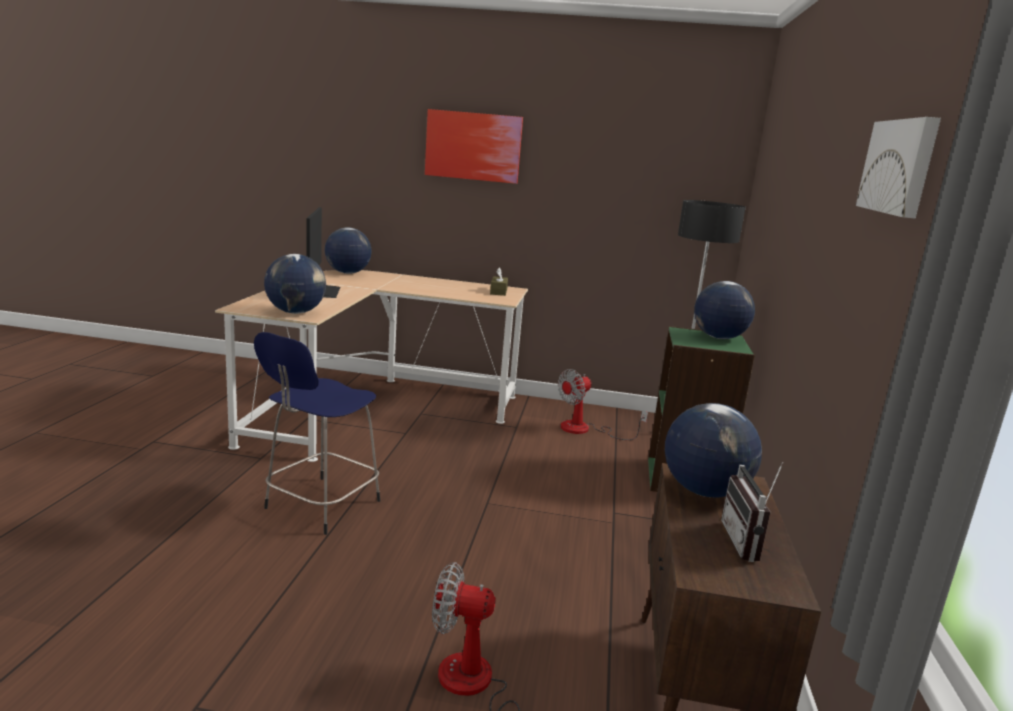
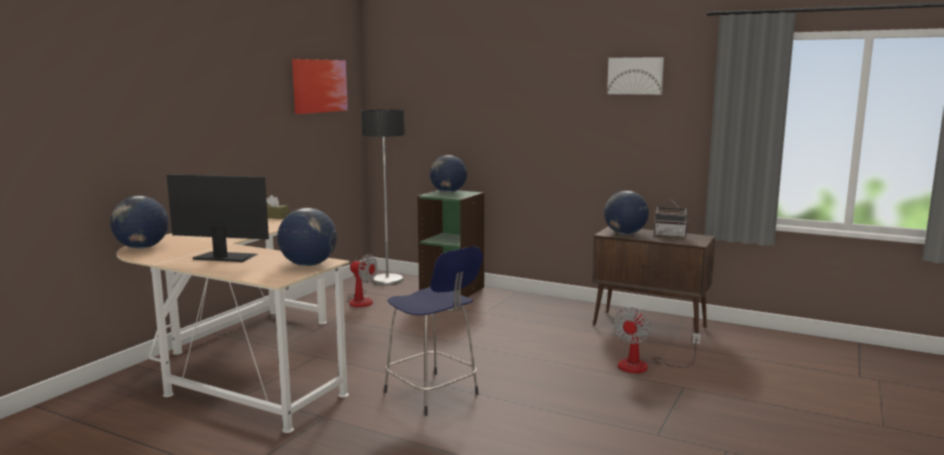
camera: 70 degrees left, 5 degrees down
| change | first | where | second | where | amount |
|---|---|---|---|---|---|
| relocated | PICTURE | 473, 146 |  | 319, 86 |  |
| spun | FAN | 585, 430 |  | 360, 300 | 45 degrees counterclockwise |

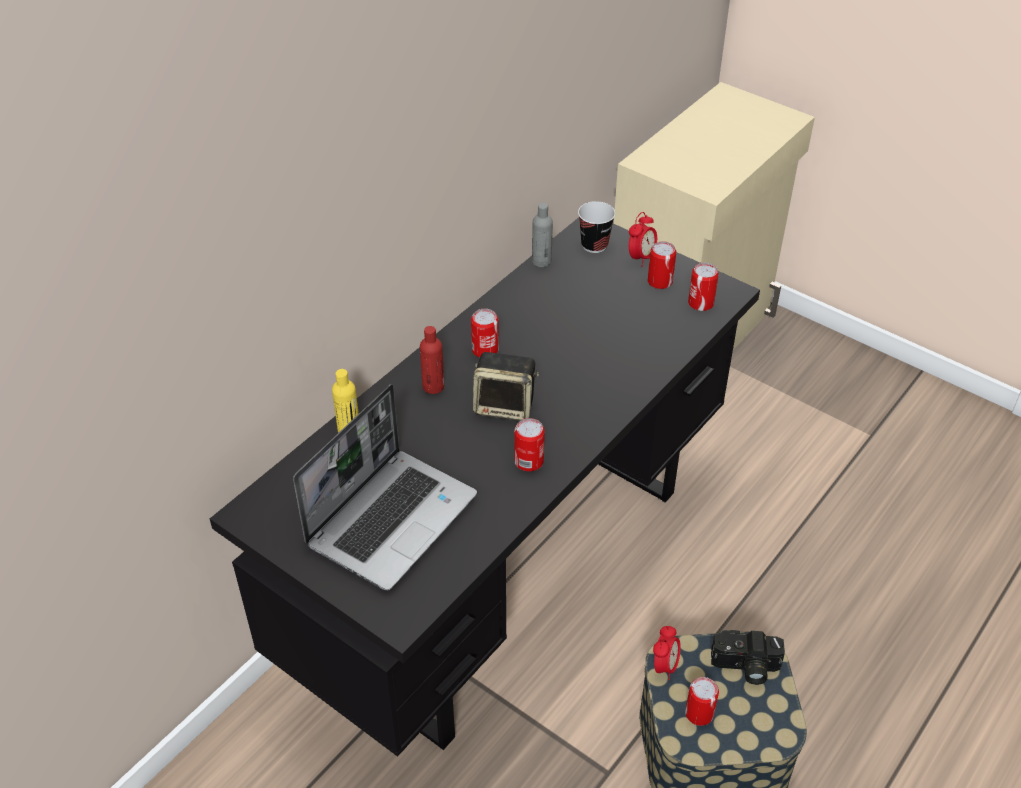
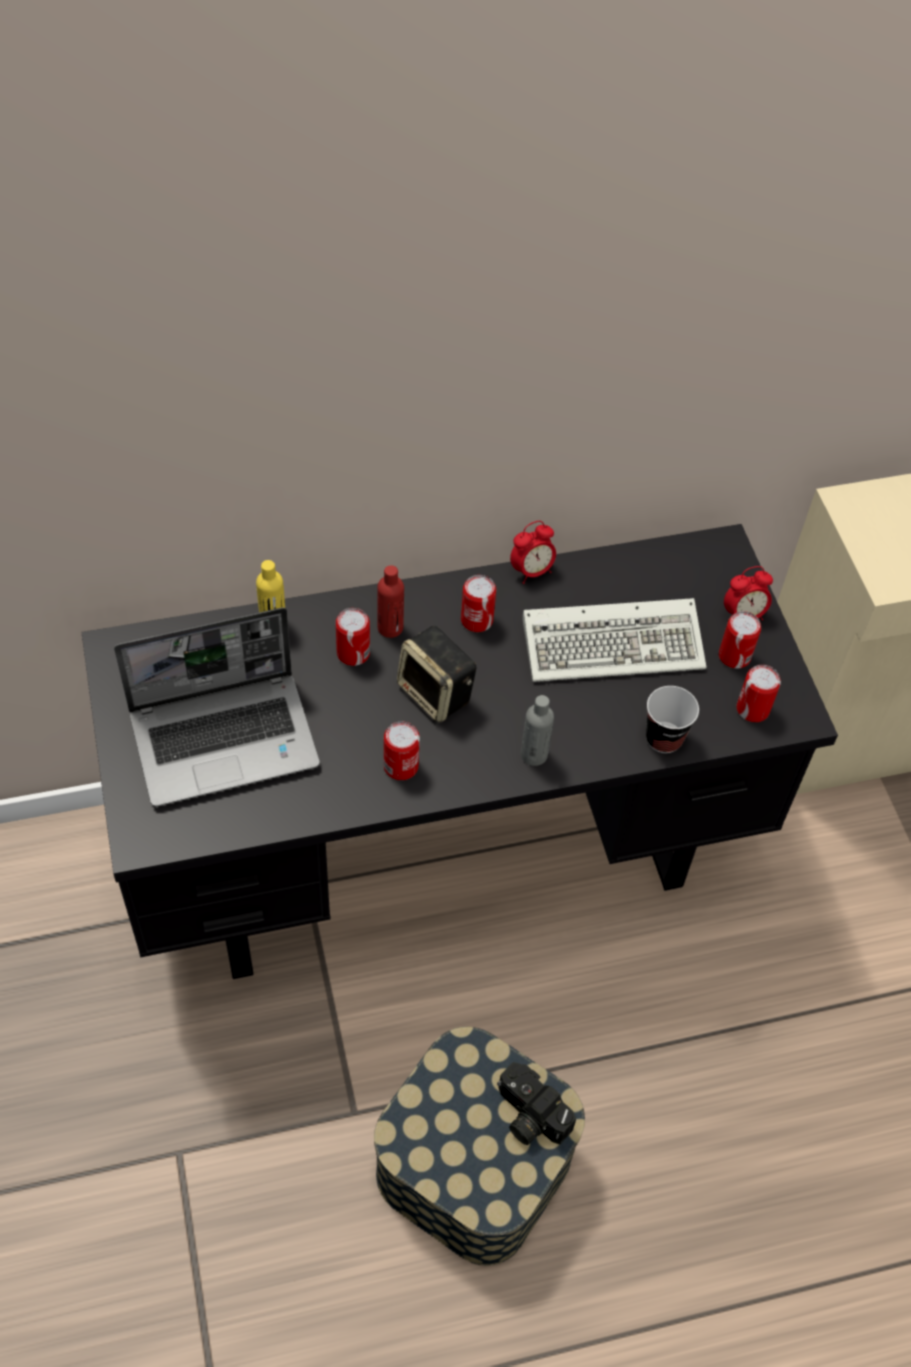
camera: 35 degrees right, 10 degrees up
| change | first | where | second | where | amount |
|---|---|---|---|---|---|
| relocated | GREY BOTTLE | 541, 261 |  | 533, 754 |  |
| relocated | CUP | 594, 245 |  | 664, 738 |  |
| relocated | ALARM CLOCK | 664, 666 |  | 531, 571 |  |
| relocated | CAN | 699, 713 |  | 353, 653 |  |
| appeared |  |  | KEYBOARD | 616, 643 |  |

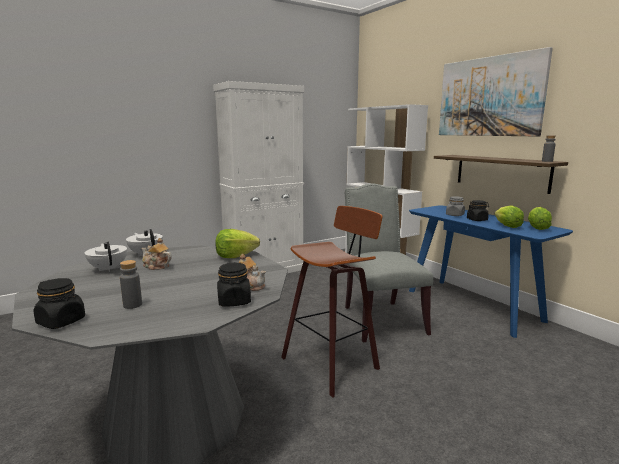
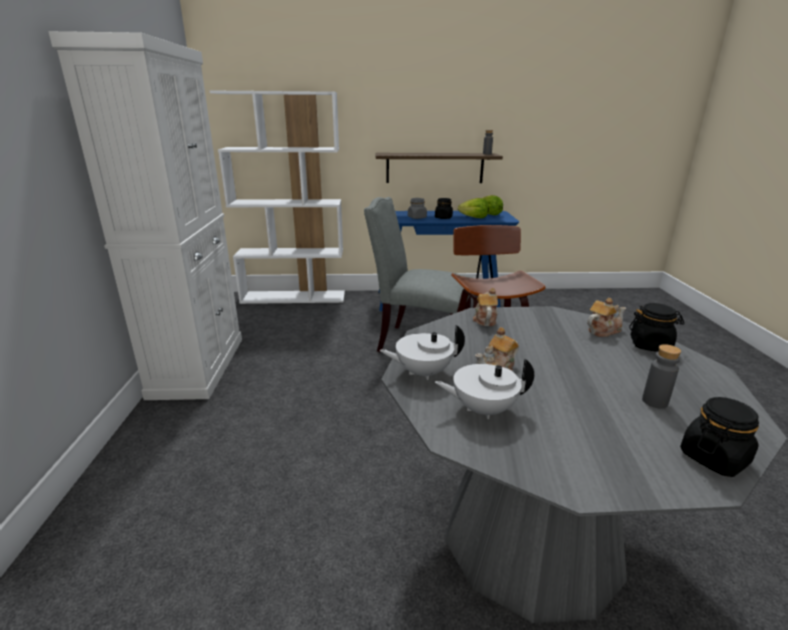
camera: 60 degrees left, 10 degrees up
| change | first | where | second | where | amount |
|---|---|---|---|---|---|
| exchanged | LETTUCE | 235, 256 | TEAPOT | 484, 320 |  |
| missing | PICTURE | 489, 97 |  |  |  |

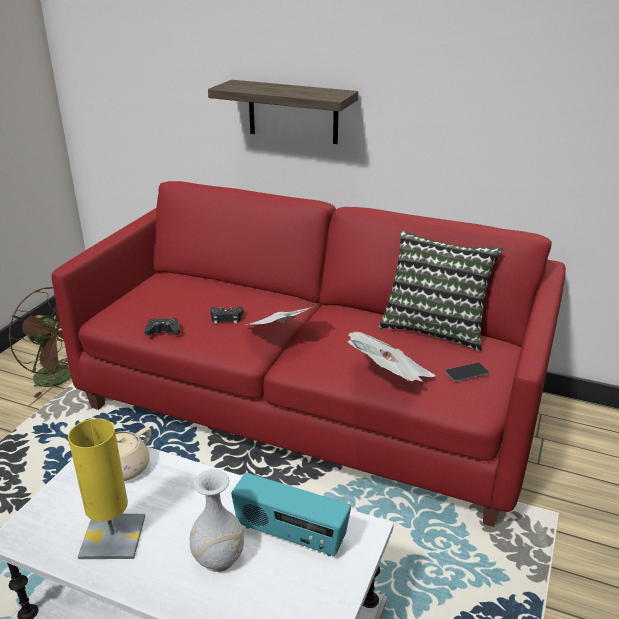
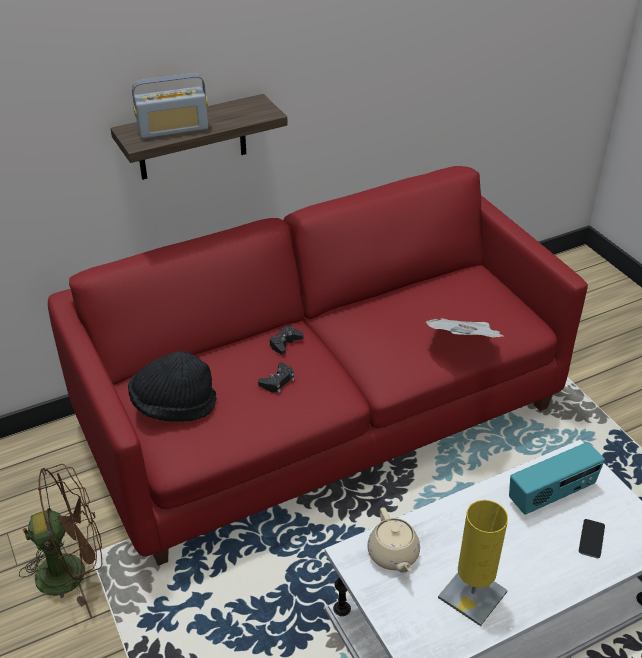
camera: 50 degrees left, 10 degrees up
| change | first | where | second | where | amount |
|---|---|---|---|---|---|
| relocated | BLACK GAME CONTROLLER | 163, 331 |  | 285, 343 |  |
| missing | WHITE VASE | 219, 559 |  |  |  |
| missing | NEWSPAPER | 281, 333 |  |  |  |
| missing | PILLOW | 435, 327 |  |  |  |
| relocated | PHONE | 466, 372 |  | 591, 539 |  |
| appeared |  |  | BLACK HAT | 173, 405 |  |
| appeared |  |  | RADIO | 173, 129 |  |

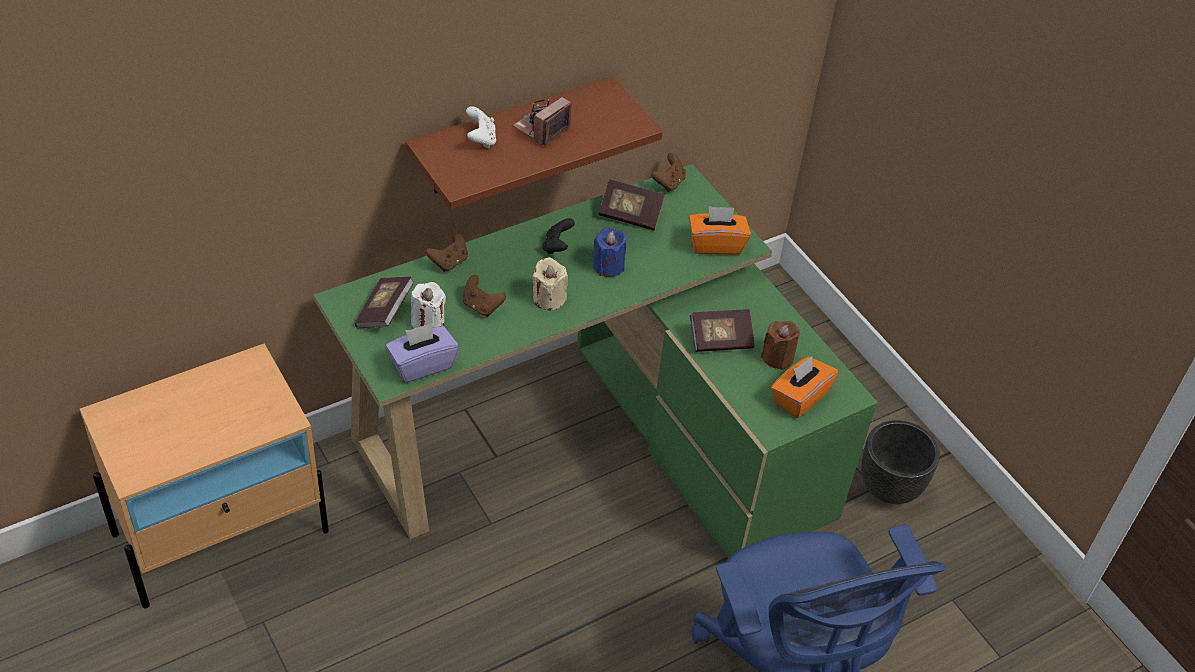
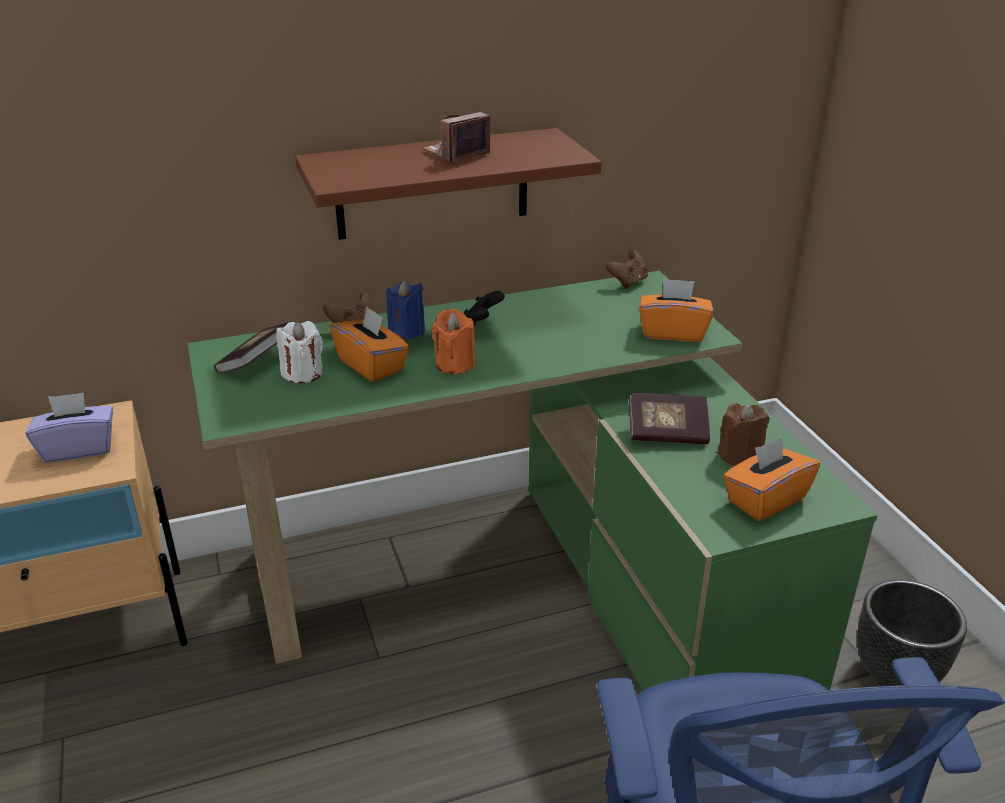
camera: 15 degrees right, 15 degrees down
| change | first | where | second | where | amount |
|---|---|---|---|---|---|
| relocated | PURPLE TISSUE BOX | 422, 365 |  | 79, 448 |  |
| exchanged | BROWN GAME CONTROLLER | 481, 306 | ORANGE TISSUE BOX | 372, 365 |  |
| missing | WHITE GAME CONTROLLER | 481, 139 |  |  |  |
| colour | BEIGE CANDLE | 549, 298 | ORANGE CANDLE | 455, 364 |  |
| relocated | BLUE CANDLE | 608, 266 |  | 406, 331 |  |
| missing | BOOK | 630, 215 |  |  |  |

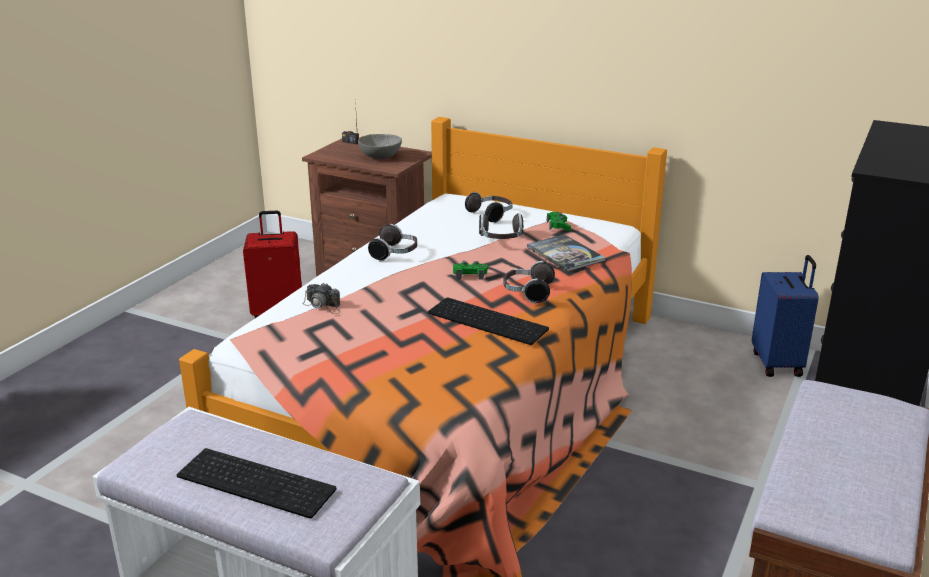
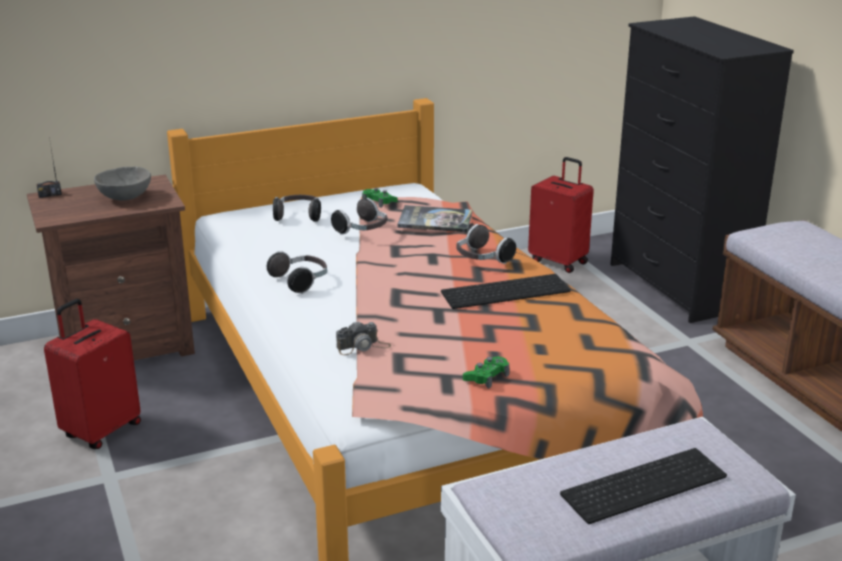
camera: 50 degrees left, 0 degrees up
| change | first | where | second | where | amount |
|---|---|---|---|---|---|
| relocated | GREEN GAME CONTROLLER | 470, 274 |  | 486, 377 |  |
| colour | BLUE SUITCASE | 778, 363 | RED SUITCASE | 559, 261 |  |

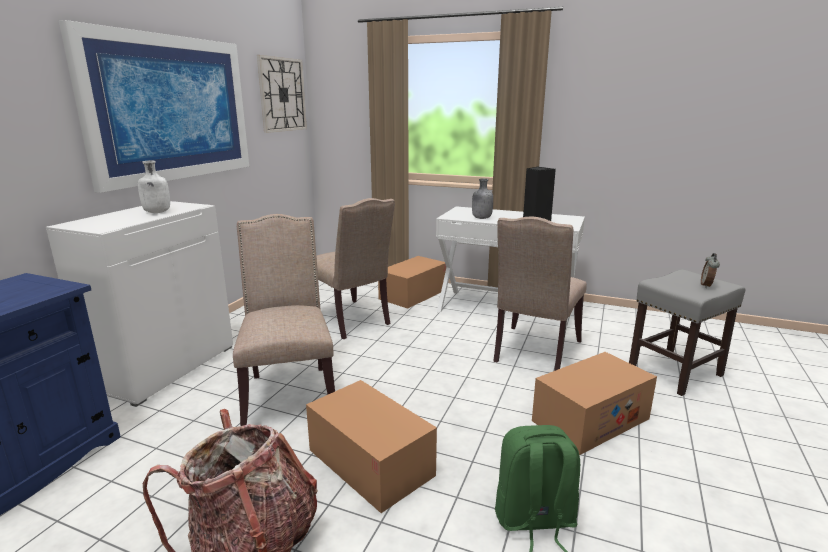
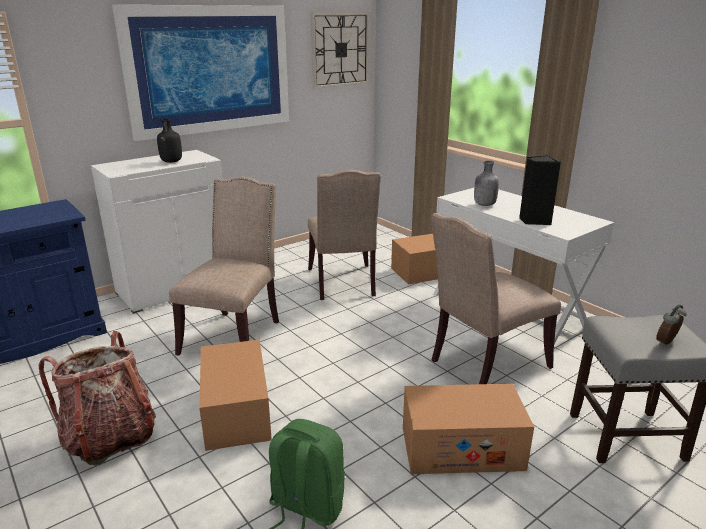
camera: 30 degrees right, 5 degrees up
| change | first | where | second | where | amount |
|---|---|---|---|---|---|
| colour | WHITE BOTTLE | 157, 212 | BLACK BOTTLE | 171, 162 |  |

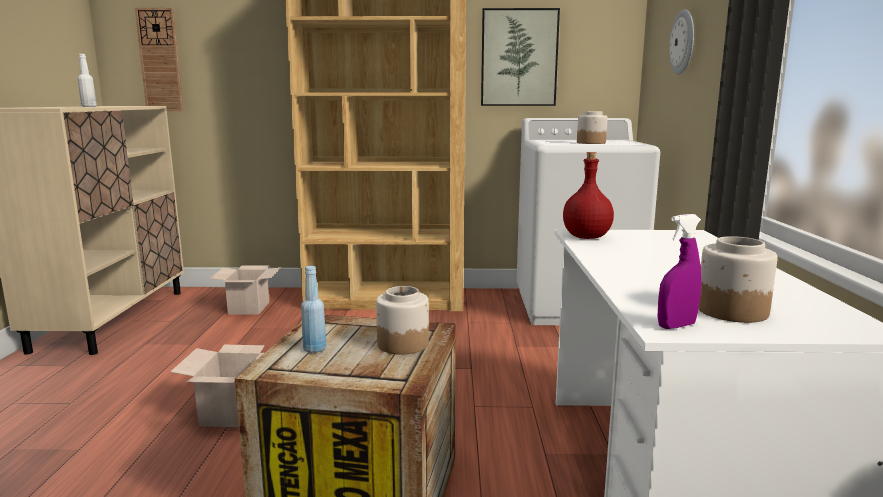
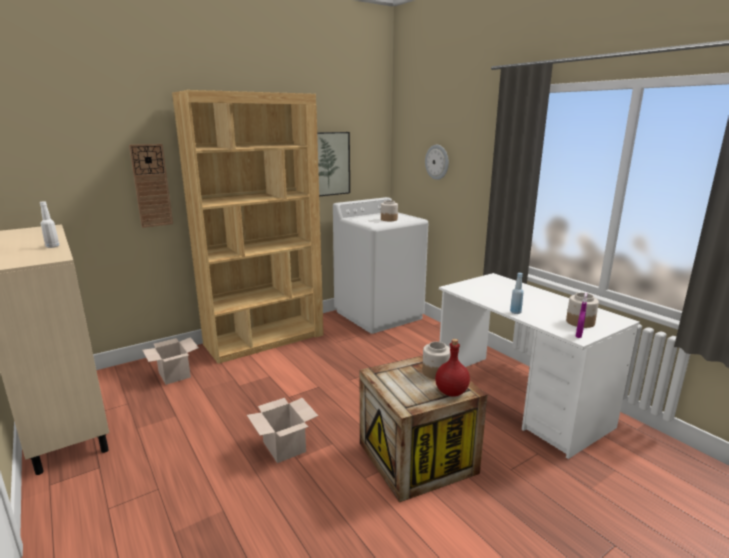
camera: 35 degrees left, 5 degrees up
| change | first | where | second | where | amount |
|---|---|---|---|---|---|
| relocated | WALL CLOCK | 160, 60 |  | 151, 185 |  |
| relocated | BLUE BOTTLE | 314, 349 |  | 515, 312 |  |
| relocated | RED BOTTLE | 586, 237 |  | 451, 392 |  |

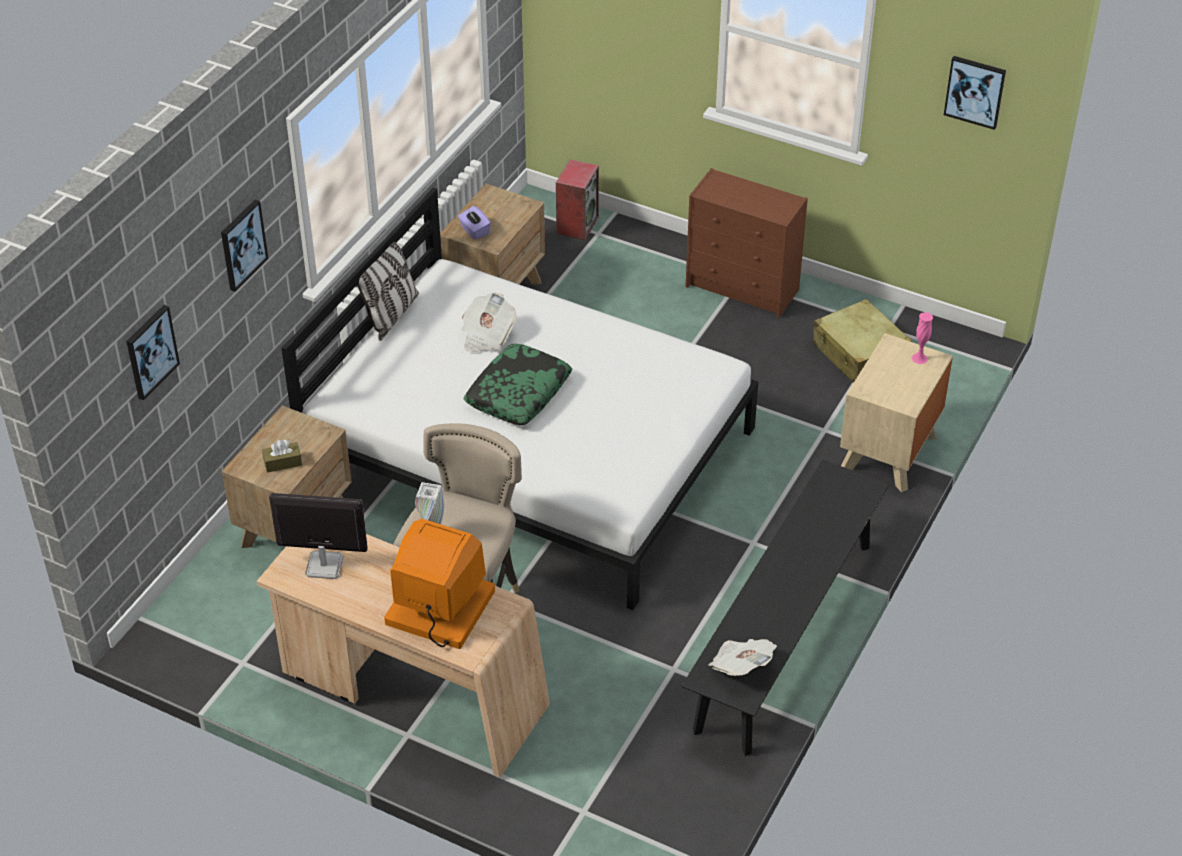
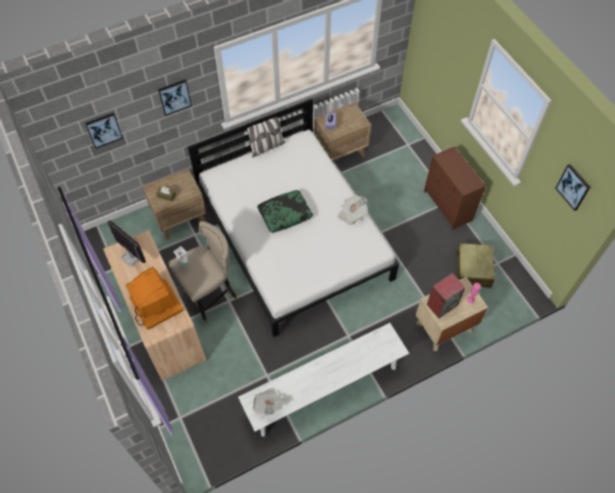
camera: 35 degrees right, 15 degrees up
| change | first | where | second | where | amount |
|---|---|---|---|---|---|
| relocated | NEWSPAPER | 487, 336 |  | 351, 214 |  |
| relocated | SPEAKER | 577, 224 |  | 442, 304 |  |
| colour | BLACK BENCH | 784, 636 | WHITE BENCH | 324, 389 |  |

